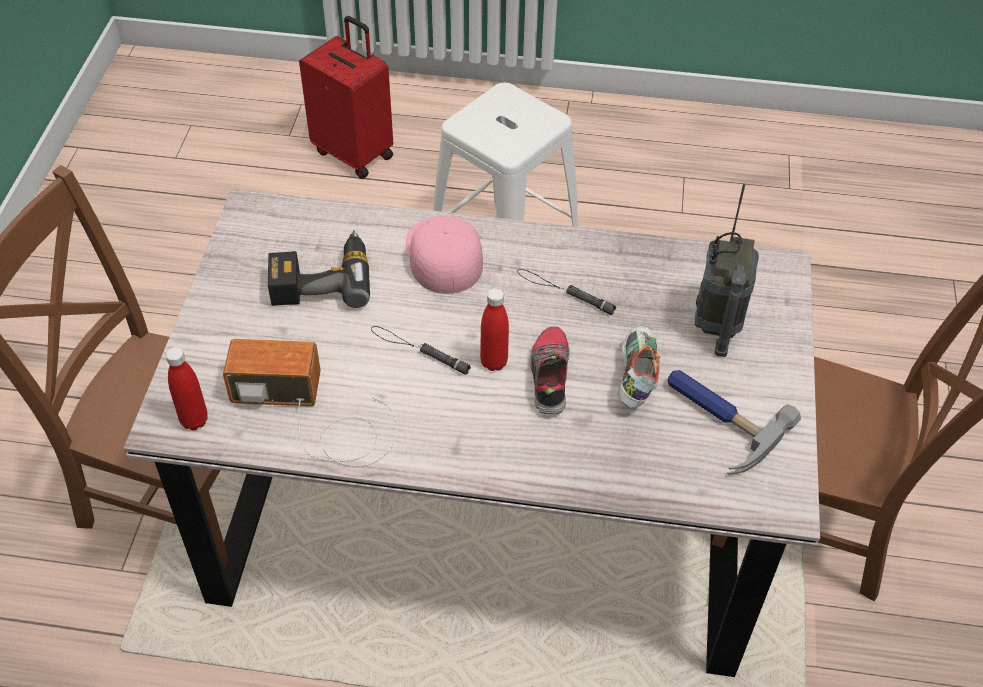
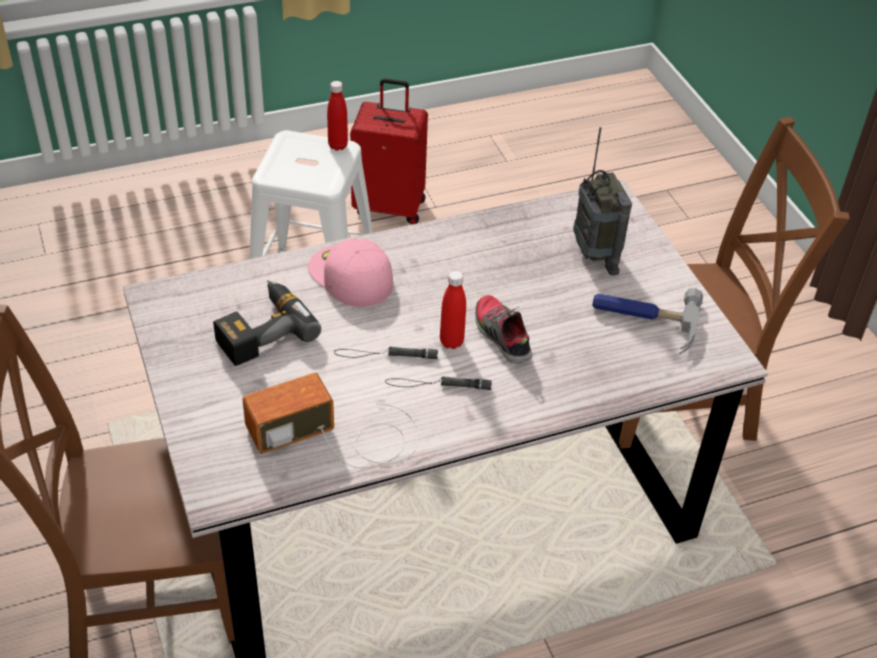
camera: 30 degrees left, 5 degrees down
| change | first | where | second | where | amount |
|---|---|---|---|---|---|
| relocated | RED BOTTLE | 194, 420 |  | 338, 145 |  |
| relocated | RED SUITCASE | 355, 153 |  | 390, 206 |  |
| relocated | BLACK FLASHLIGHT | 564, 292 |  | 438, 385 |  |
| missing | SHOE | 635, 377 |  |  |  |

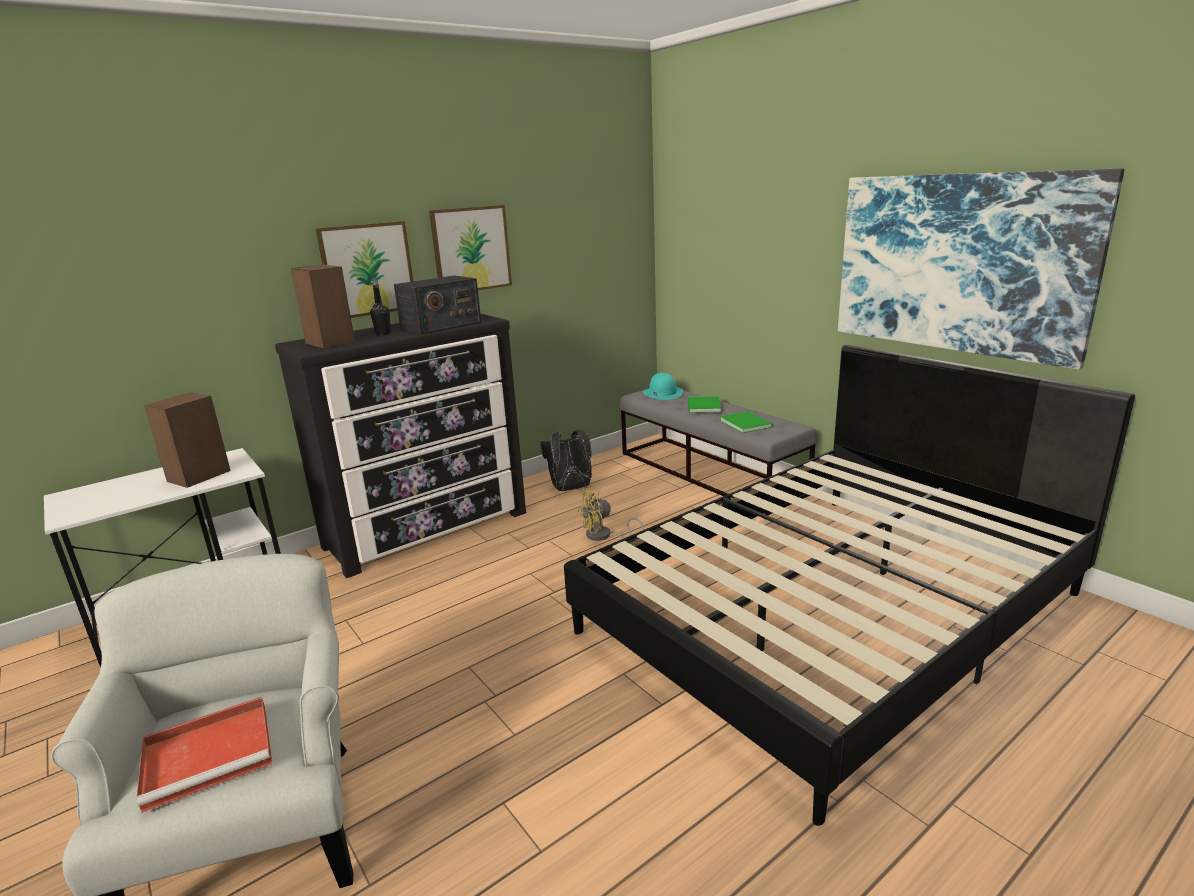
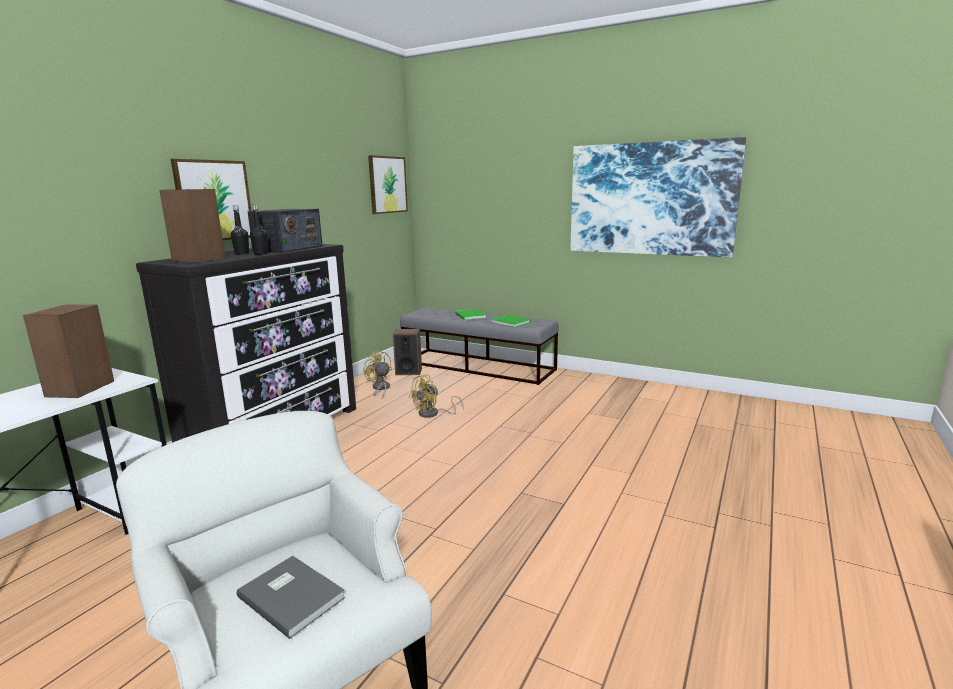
camera: 25 degrees left, 5 degrees down
| change | first | where | second | where | amount |
|---|---|---|---|---|---|
| exchanged | RED TRAY | 211, 754 | GREY BOOK | 292, 595 |  |
| relocated | PICTURE | 471, 249 |  | 387, 185 |  |
| exchanged | BLACK BACKPACK | 570, 489 | YELLOW FAN | 380, 388 |  |
| missing | BLACK BED | 832, 612 |  |  |  |
| missing | TURQUOISE HAT | 662, 393 |  |  |  |
| appeared |  |  | BLACK BOTTLE | 261, 254 |  |
| appeared |  |  | SPEAKER | 408, 371 |  |

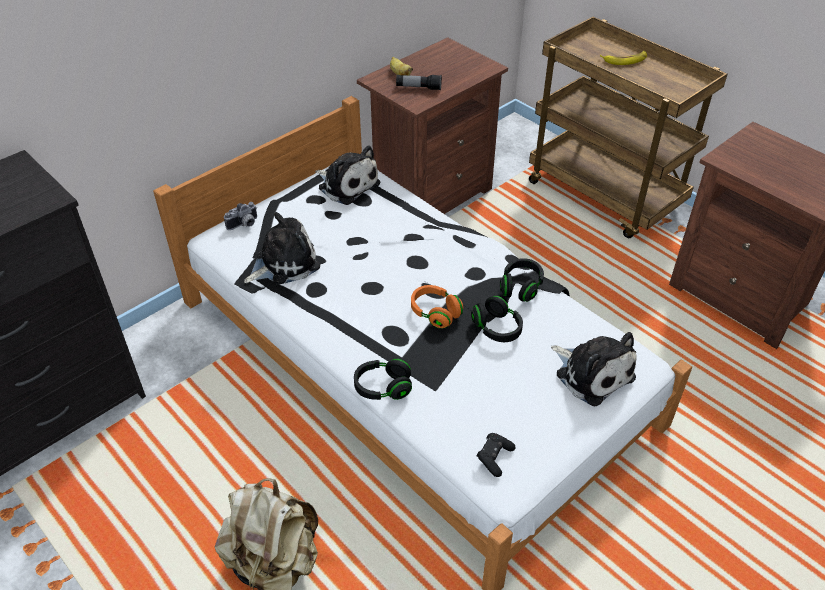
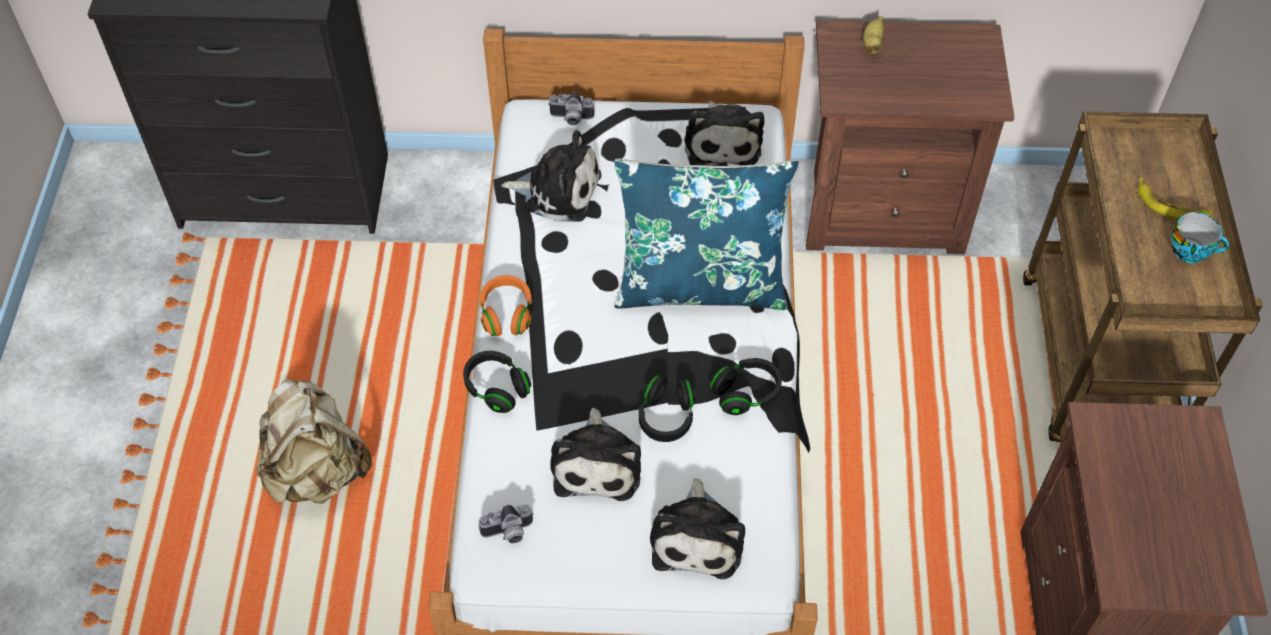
camera: 45 degrees right, 10 degrees up
| change | first | where | second | where | amount |
|---|---|---|---|---|---|
| missing | FLASHLIGHT | 418, 88 |  |  |  |
| relocated | ORANGE HEADPHONES | 435, 313 |  | 507, 314 |  |
| exchanged | BLACK GAME CONTROLLER | 494, 458 | PHOTO CAMERA | 508, 533 |  |
| appeared |  |  | PLUSH TOY | 597, 463 |  |
| appeared |  |  | BLUE PILLOW | 700, 284 |  |
| appeared |  |  | CUP | 1191, 251 |  |

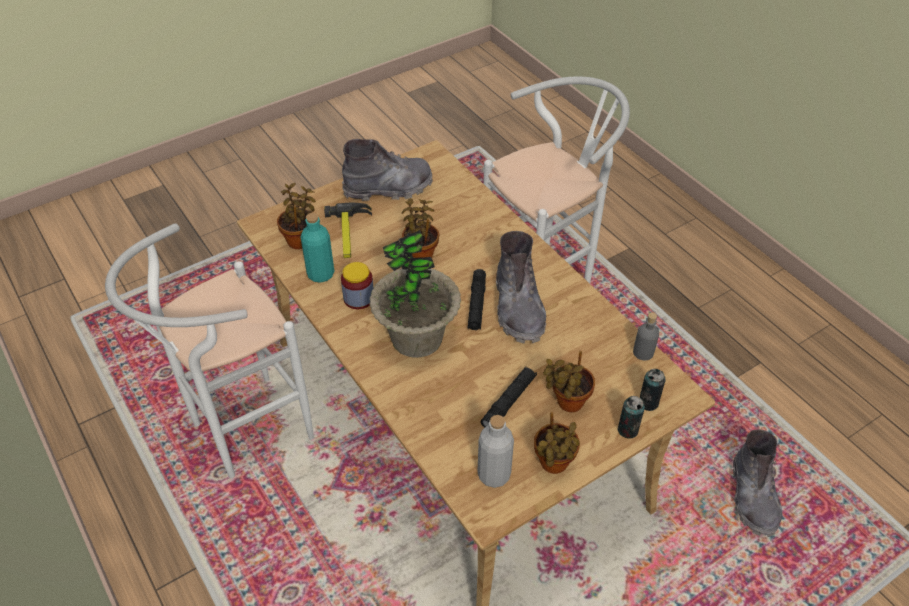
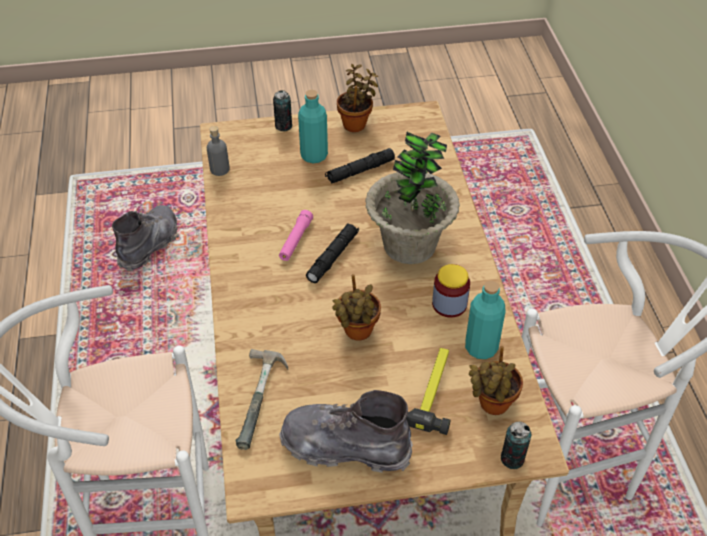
camera: 155 degrees left, 0 degrees up
| change | first | where | second | where | amount |
|---|---|---|---|---|---|
| missing | GREY BOTTLE | 494, 474 |  |  |  |
| exchanged | GREY BOOT | 518, 308 | PINK FLASHLIGHT | 295, 240 |  |
| exchanged | POTTED PLANT | 567, 403 | TURQUOISE BOTTLE | 314, 156 |  |
| relocated | CAN | 648, 403 |  | 512, 459 |  |
| appeared |  |  | HAMMER | 263, 400 |  |

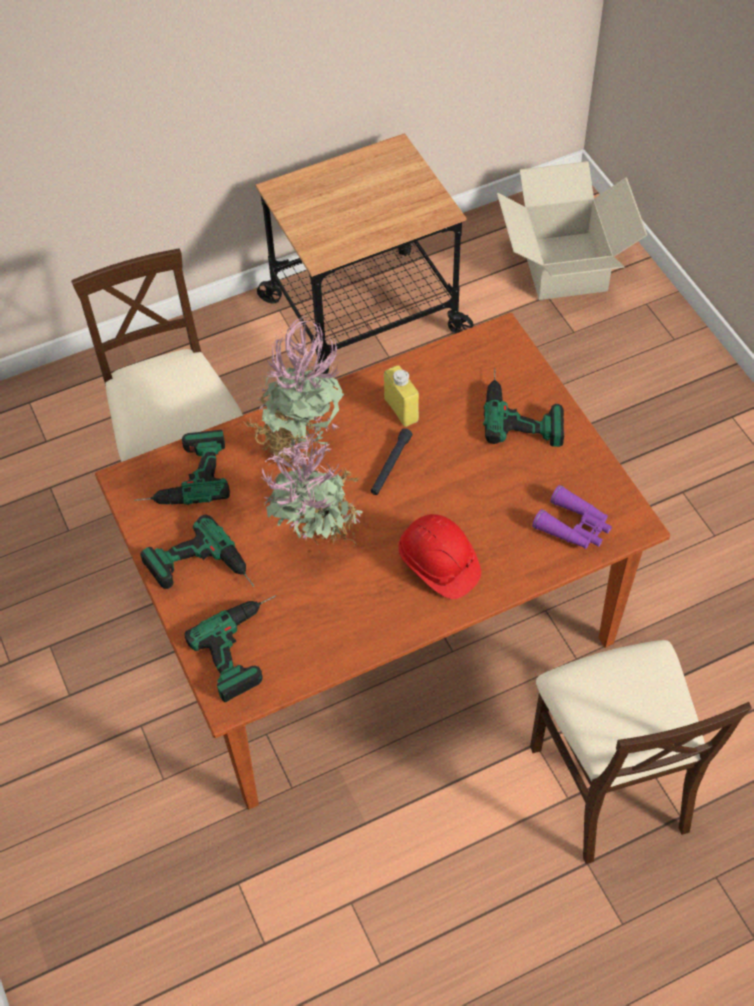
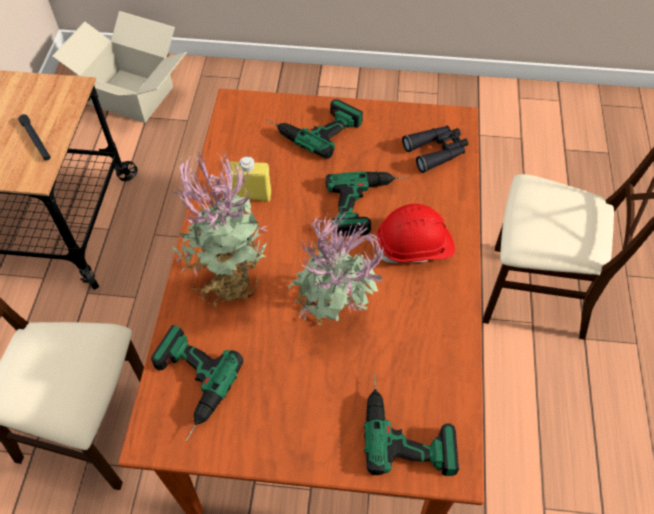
camera: 60 degrees left, 0 degrees up
| change | first | where | second | where | amount |
|---|---|---|---|---|---|
| relocated | POWER DRILL | 202, 573 |  | 370, 205 |  |
| relocated | BLACK FLASHLIGHT | 390, 465 |  | 36, 141 |  |
| colour | PURPLE BINOCULARS | 574, 527 | BLACK BINOCULARS | 436, 151 |  |

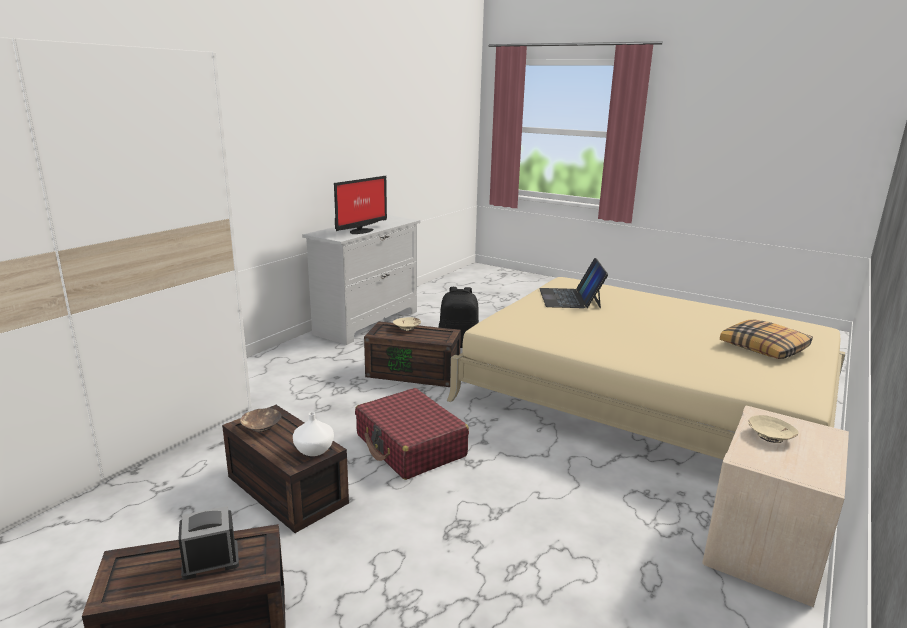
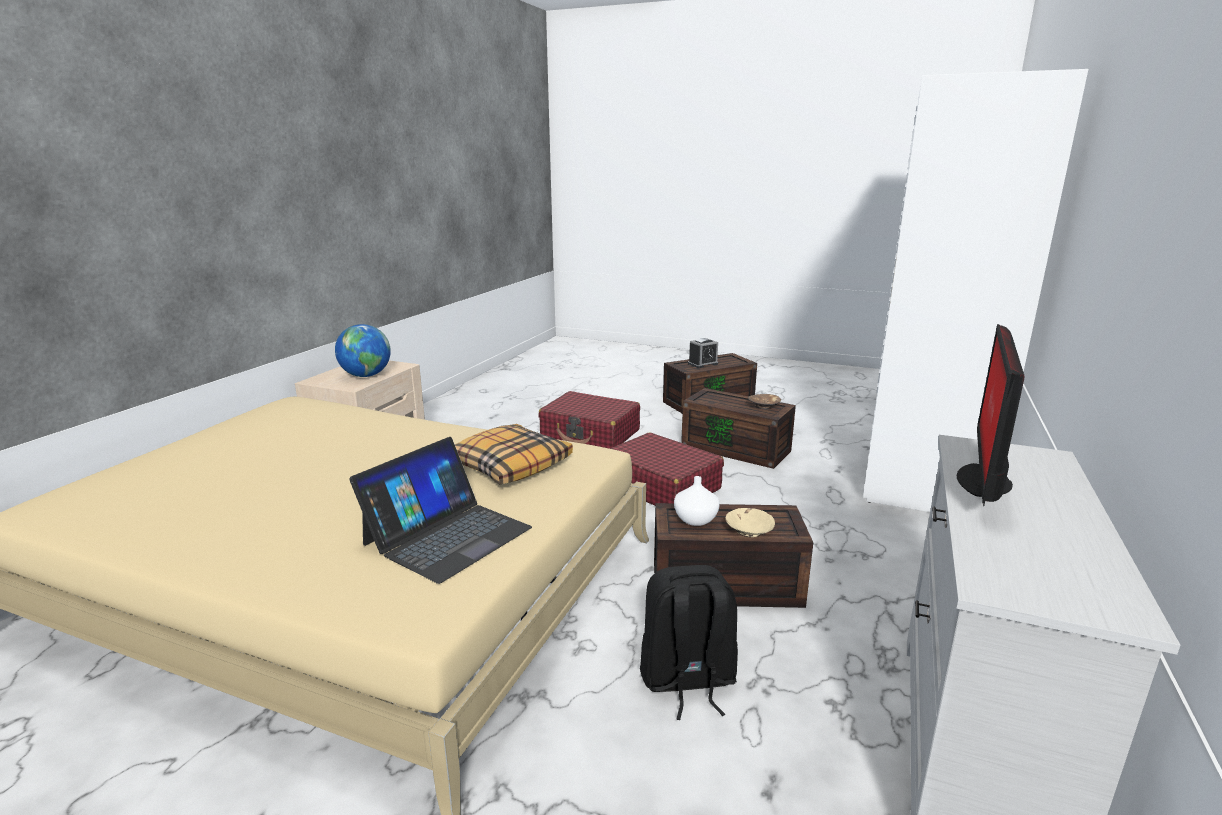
camera: 170 degrees right, 0 degrees up
| change | first | where | second | where | amount |
|---|---|---|---|---|---|
| relocated | WHITE VASE | 313, 450 |  | 696, 520 |  |
| spun | LAPTOP | 570, 298 |  | 447, 535 | 45 degrees clockwise |
| relocated | PILLOW | 764, 348 |  | 509, 465 |  |
| exchanged | BEIGE BOWL | 770, 436 | GLOBE | 366, 375 |  |
| appeared |  |  | RED SUITCASE | 590, 434 |  |

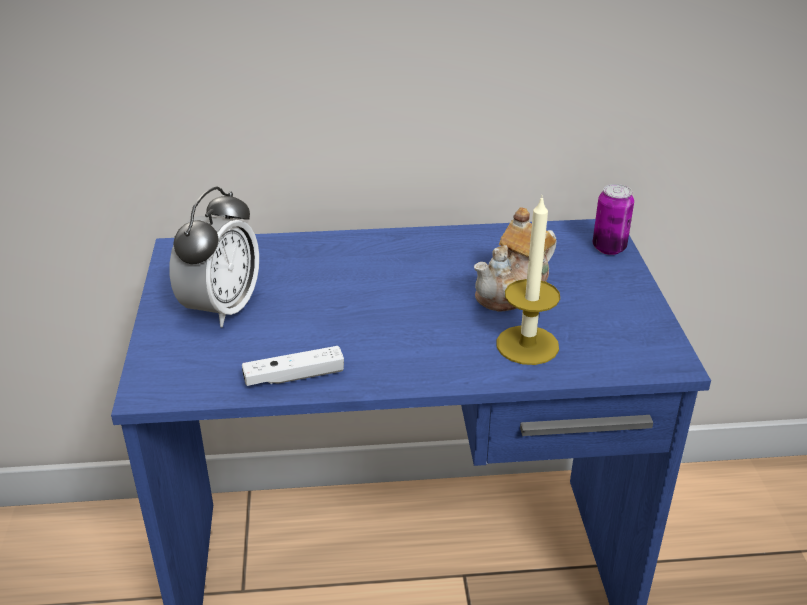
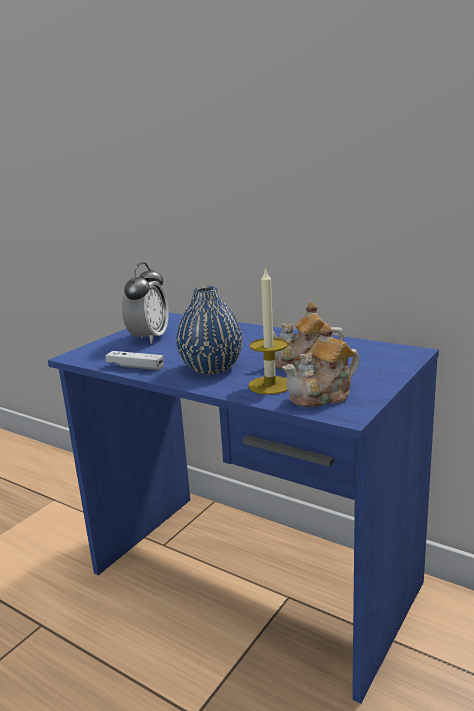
camera: 40 degrees right, 15 degrees down
| change | first | where | second | where | amount |
|---|---|---|---|---|---|
| spun | ALARM CLOCK | 222, 308 |  | 149, 338 | 45 degrees counterclockwise |
| missing | CAN | 609, 248 |  |  |  |
| appeared |  |  | BLUE VASE | 211, 368 |  |
| appeared |  |  | TEAPOT | 323, 396 |  |

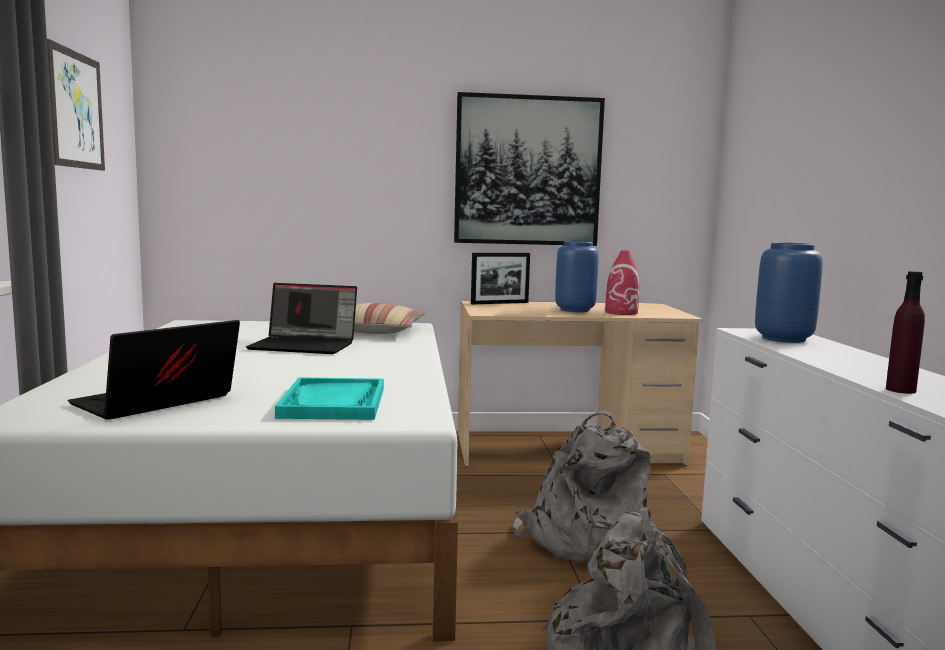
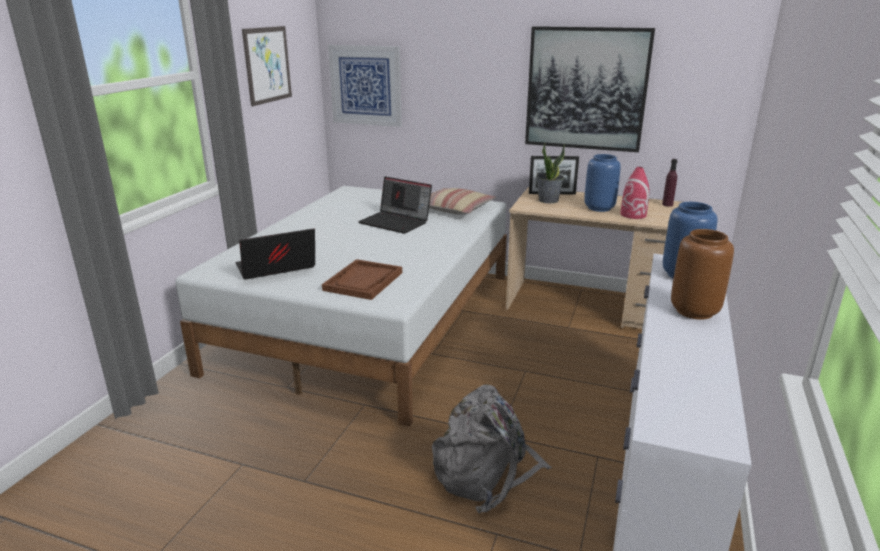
camera: 25 degrees right, 15 degrees up
| change | first | where | second | where | amount |
|---|---|---|---|---|---|
| colour | TURQUOISE TRAY | 334, 402 | BROWN TRAY | 363, 281 |  |
| missing | GREY BACKPACK | 581, 540 |  |  |  |
| relocated | PURPLE BOTTLE | 900, 390 |  | 667, 204 |  |
| appeared |  |  | PICTURE | 366, 85 |  |
| appeared |  |  | POTTED PLANT | 548, 200 |  |
| appeared |  |  | BROWN VASE | 694, 312 |  |

